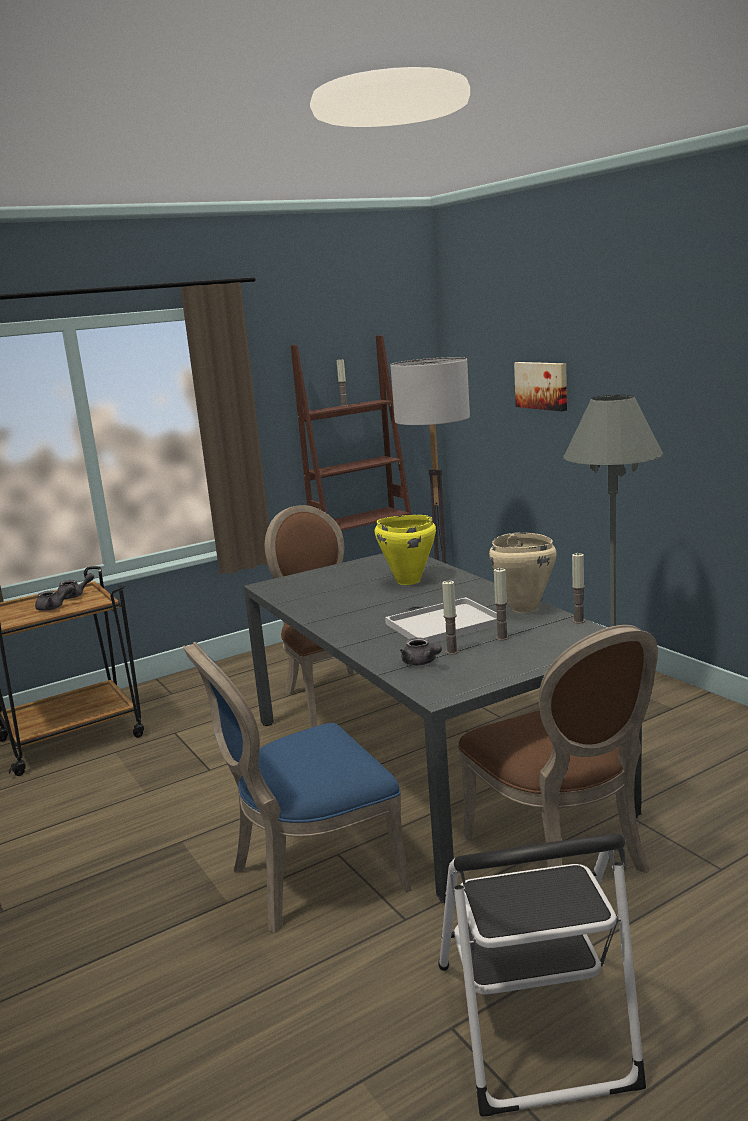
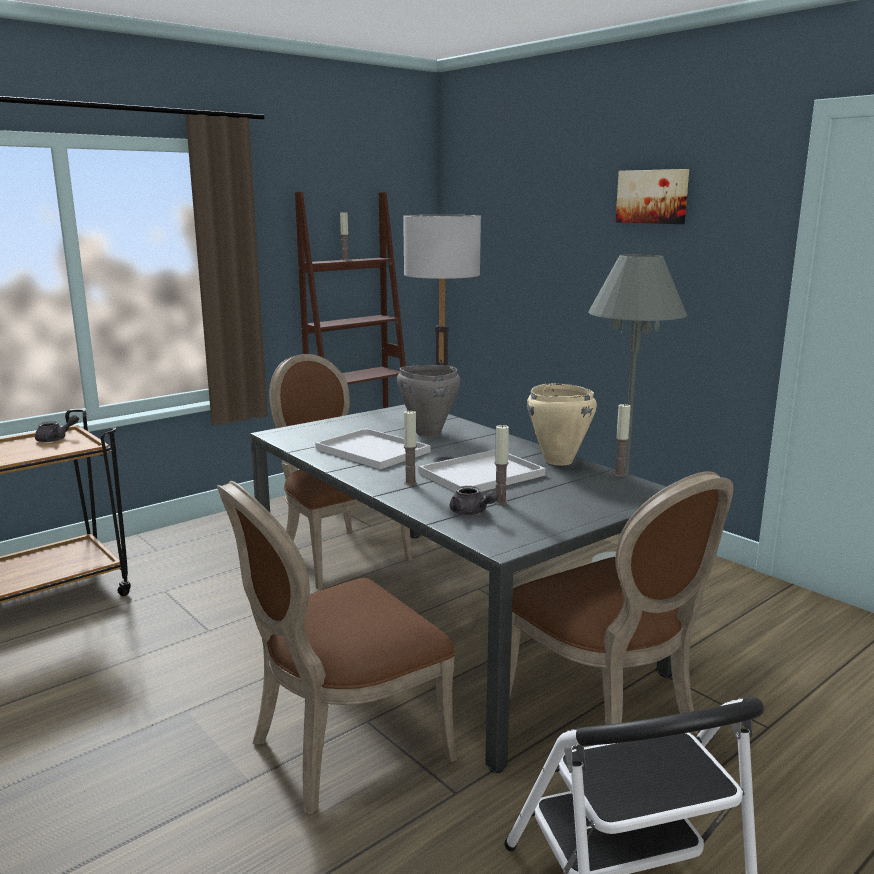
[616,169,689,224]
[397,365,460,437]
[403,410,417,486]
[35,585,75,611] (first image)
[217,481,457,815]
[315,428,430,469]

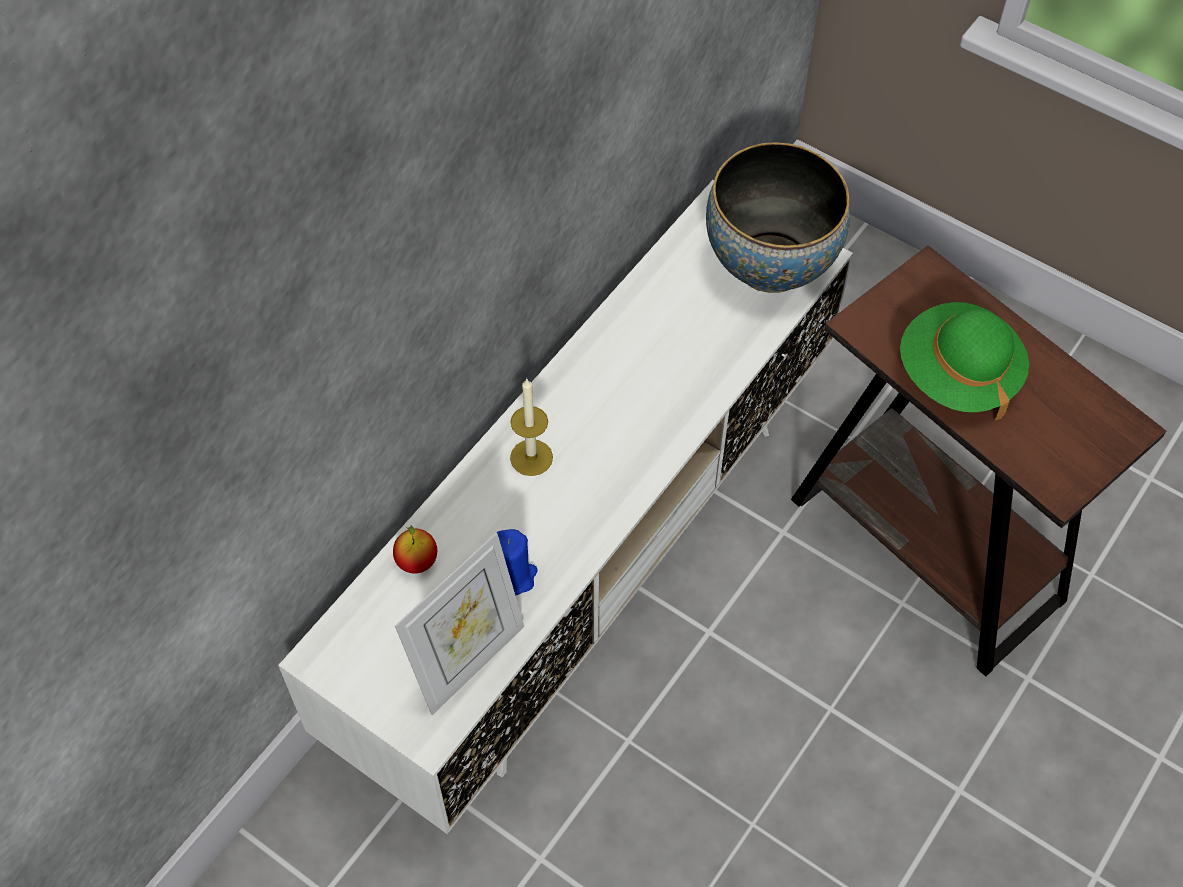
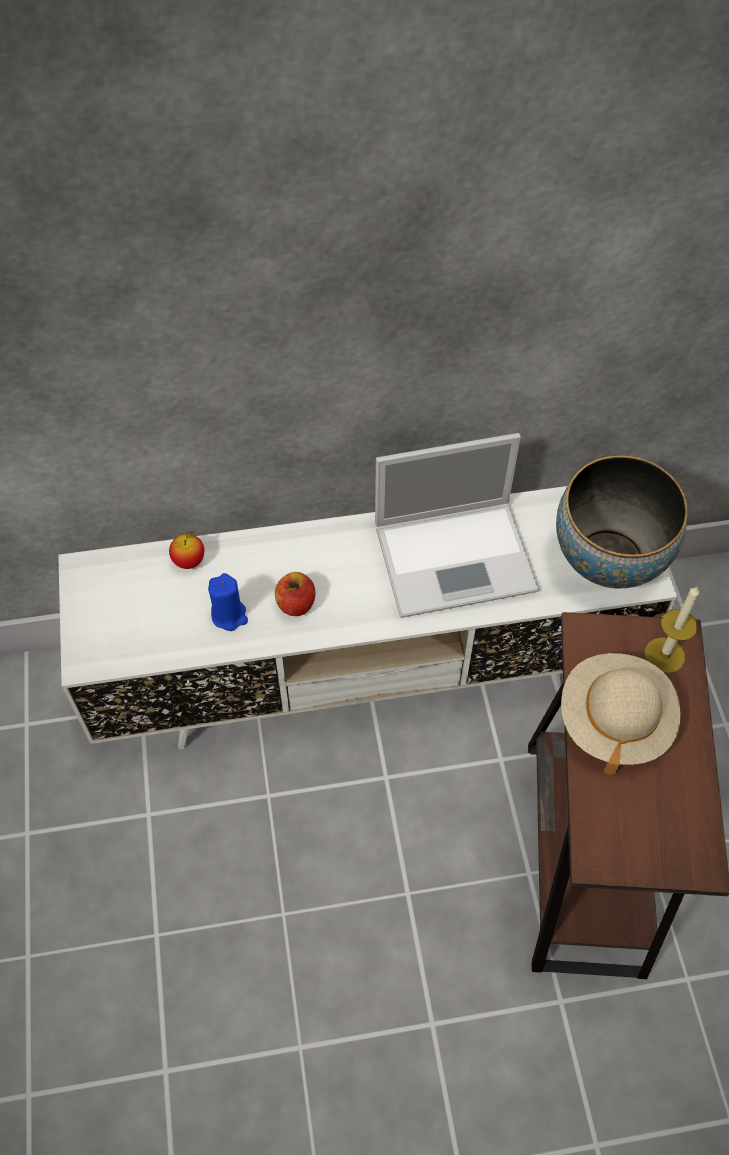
[561,653,681,775]
[645,586,699,674]
[395,533,524,715] (first image)
[375,433,539,618]
[275,572,315,616]

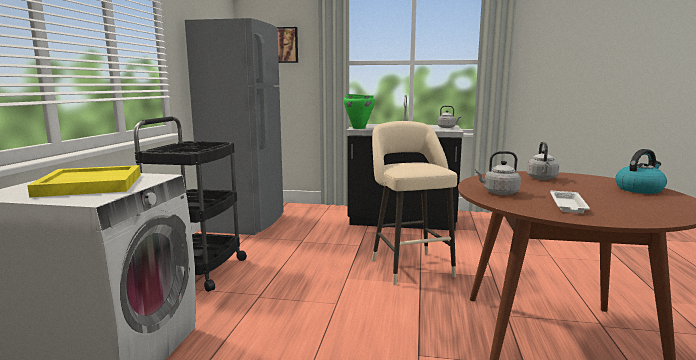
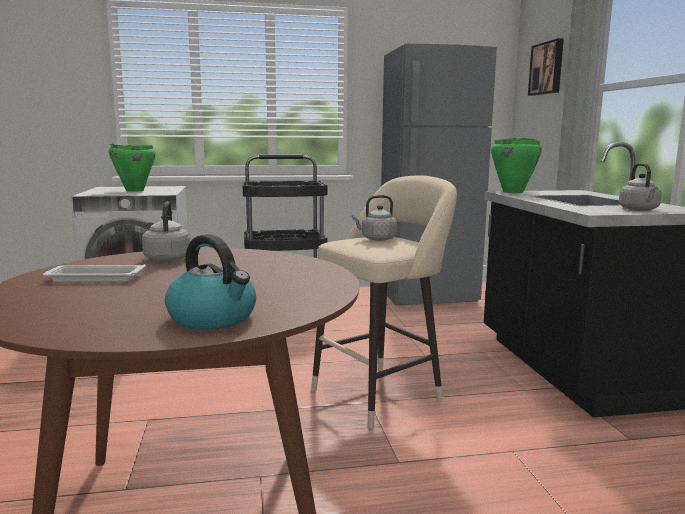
[352,195,398,241]
[109,144,156,192]

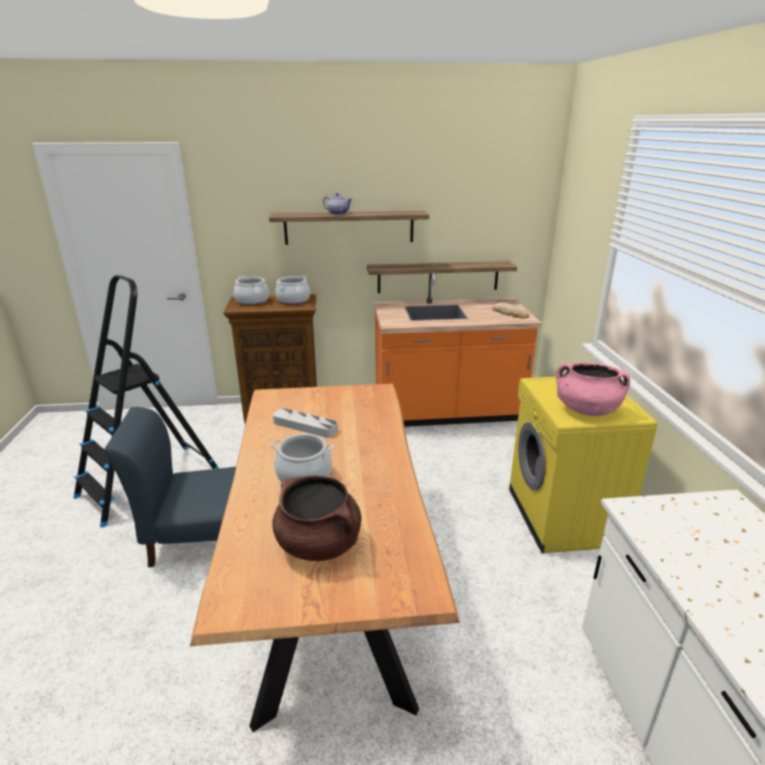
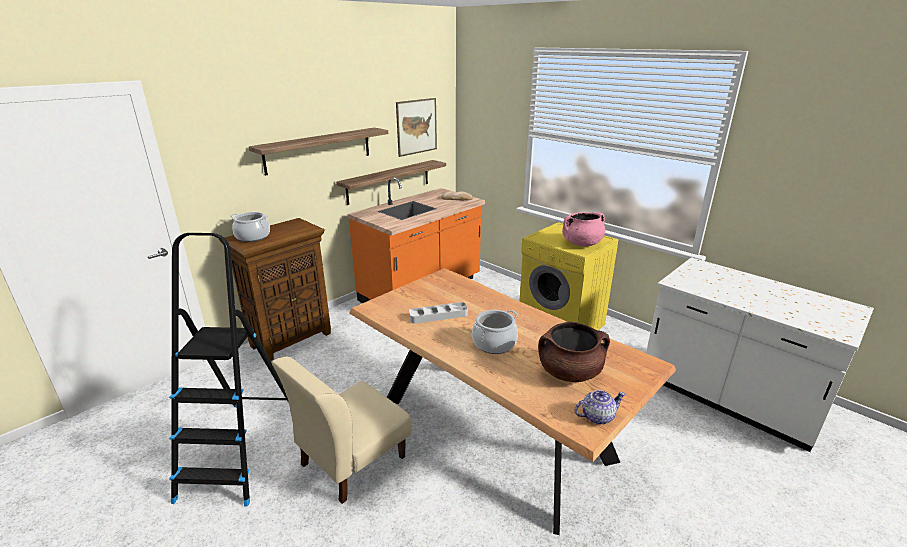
[575,390,625,425]
[275,275,310,304] (first image)
[272,357,412,504]
[396,98,437,157]

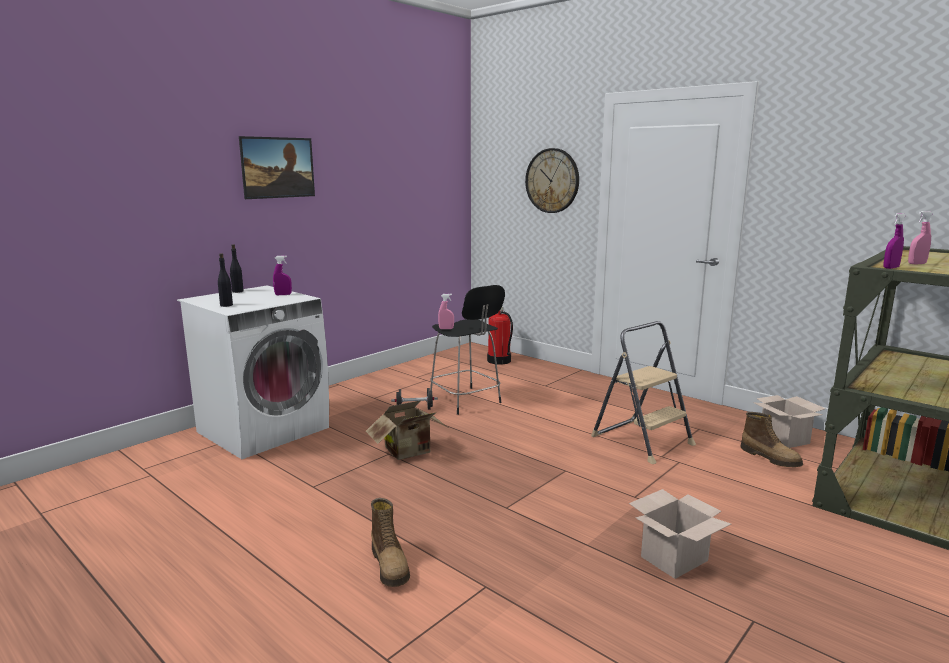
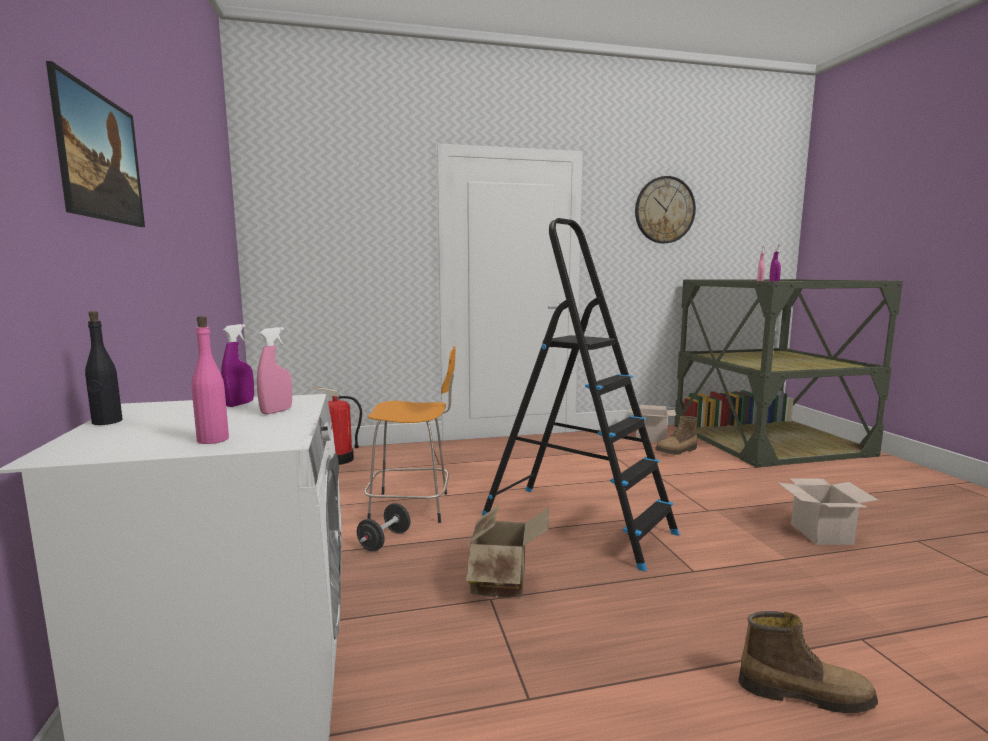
[635,176,696,243]
[191,316,229,444]
[365,346,456,523]
[257,327,292,415]
[591,321,696,464] (first image)
[655,416,697,455]
[482,218,680,571]

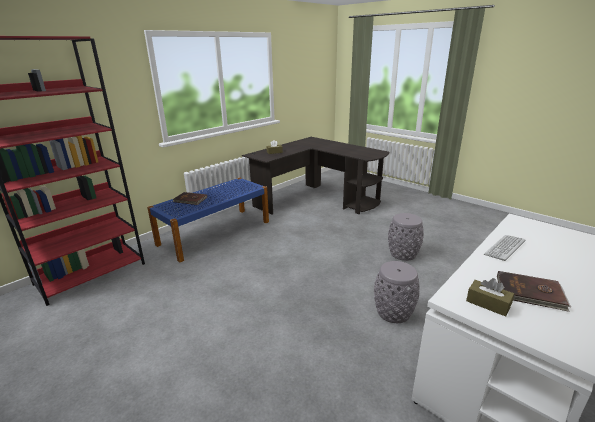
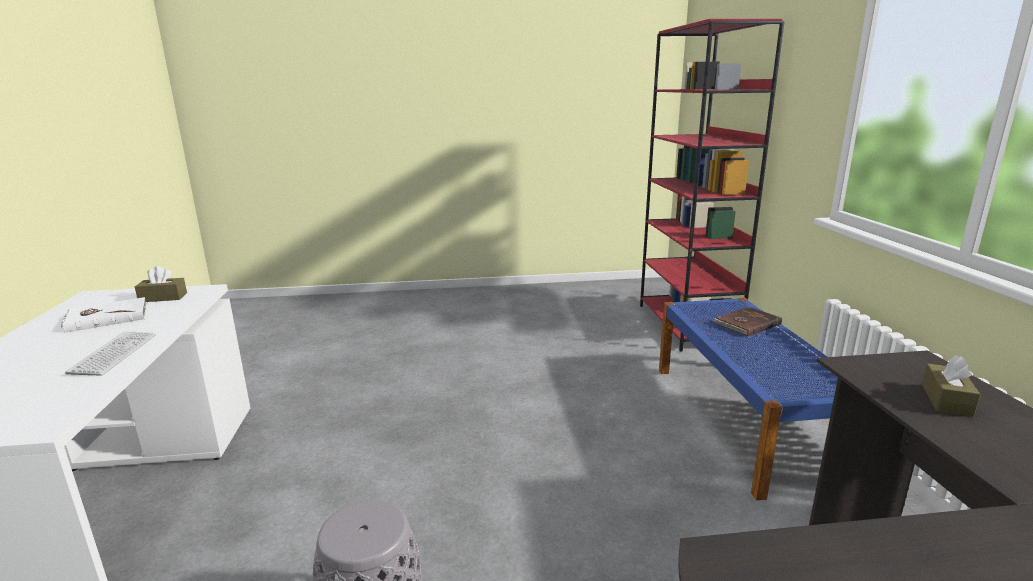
[374,261,419,323] (first image)
[61,297,147,332]

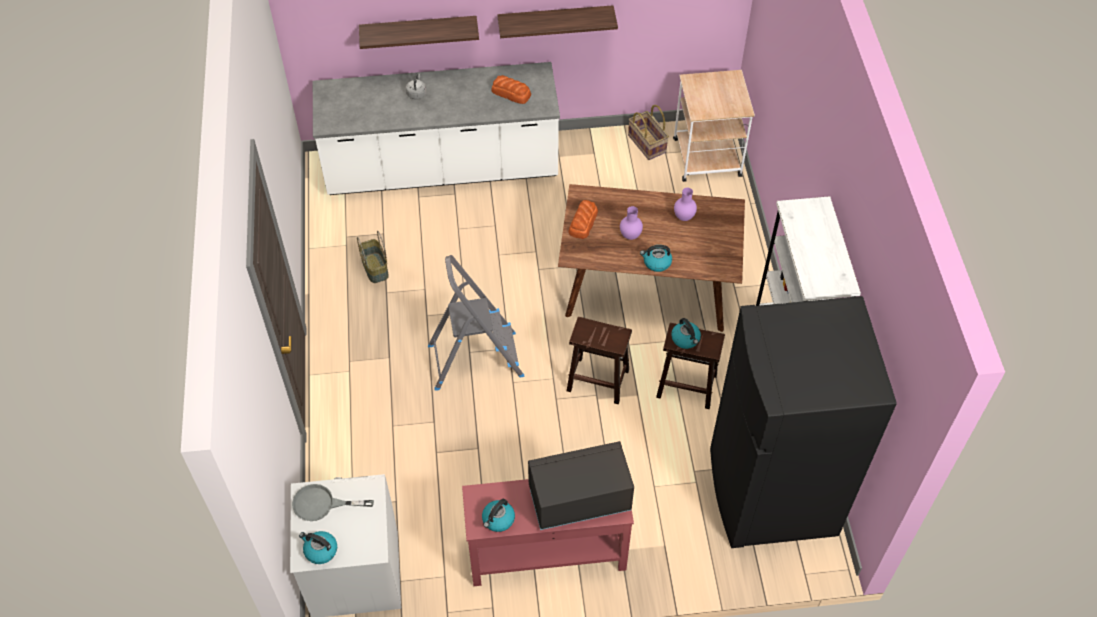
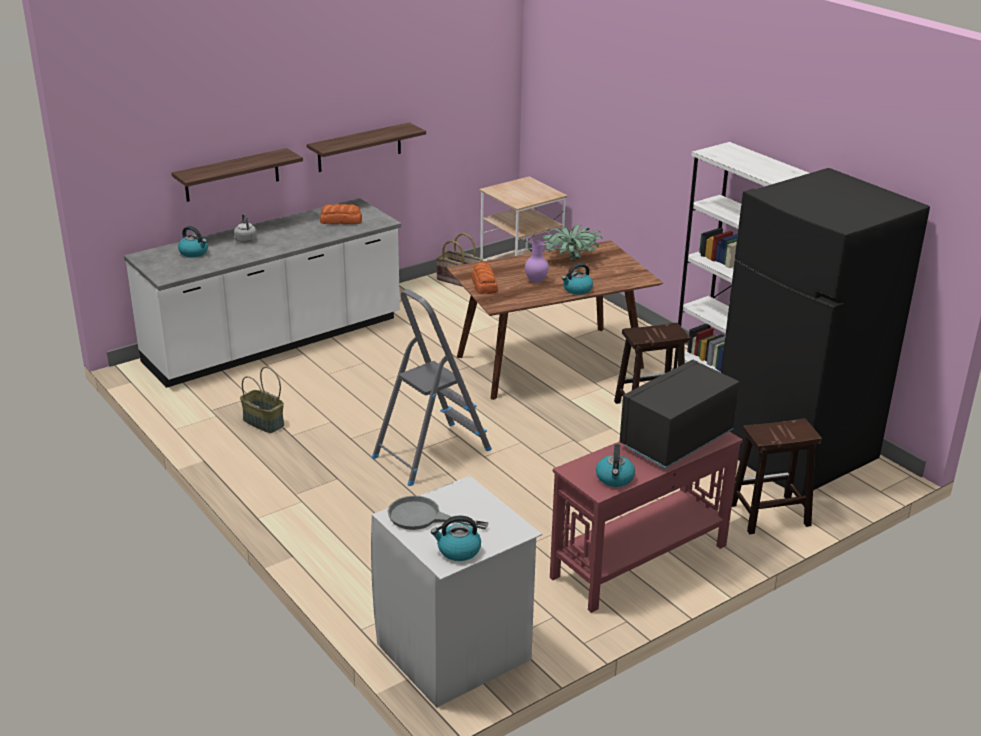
[543,225,603,261]
[732,418,822,534]
[178,226,208,257]
[388,496,489,530]

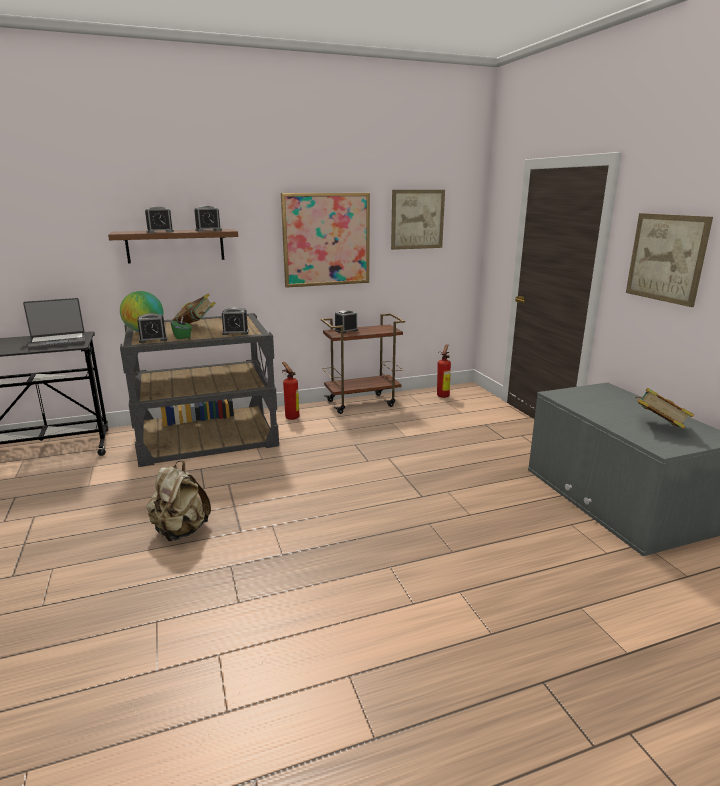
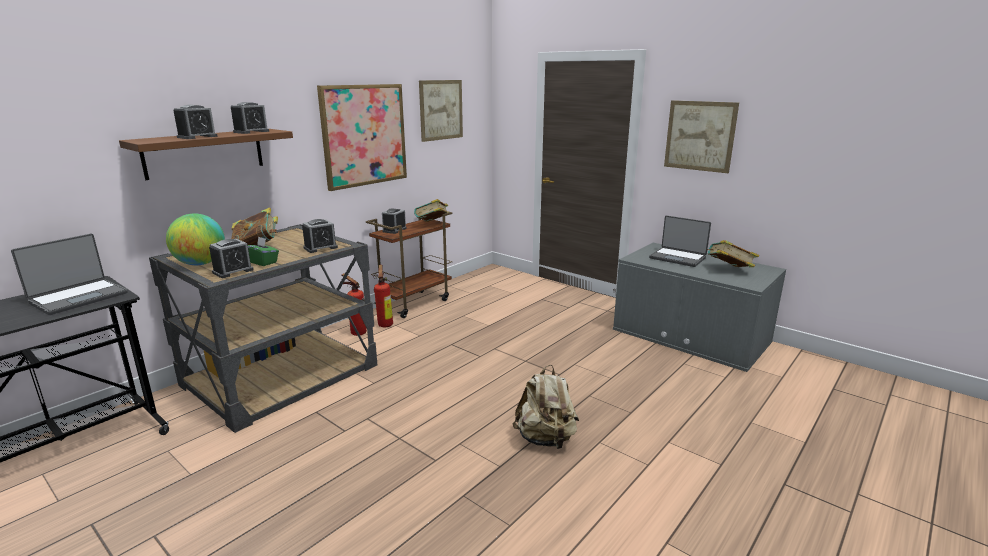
[373,265,393,327]
[513,365,579,450]
[414,199,449,222]
[649,215,711,267]

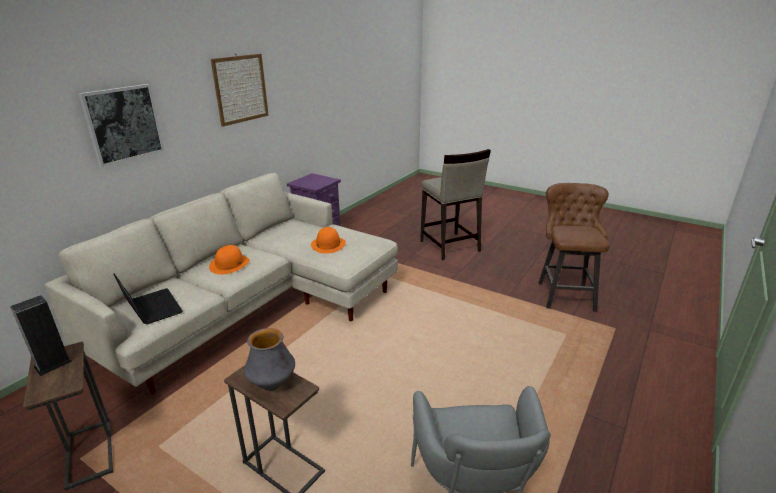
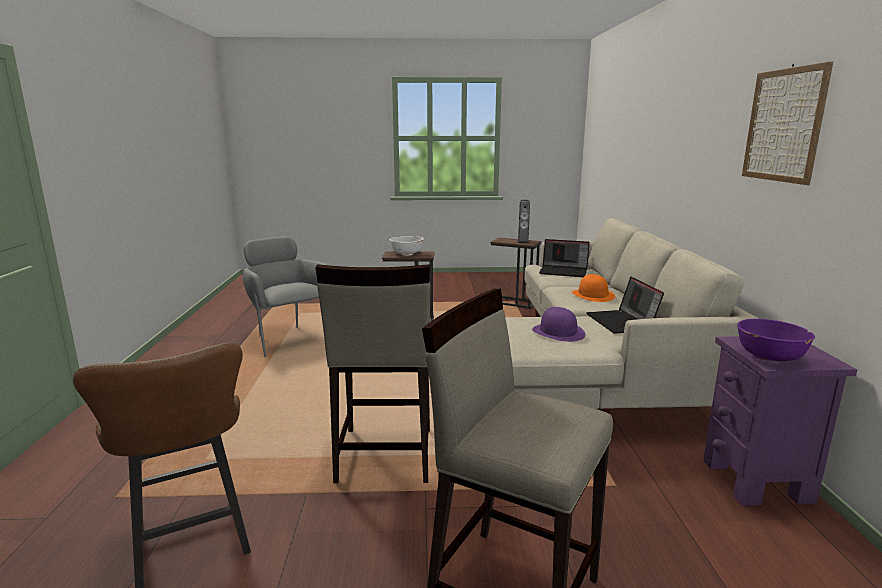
[78,84,165,167] (first image)
[532,307,585,342]
[390,236,424,256]
[315,264,432,483]
[586,277,664,333]
[737,319,815,362]

